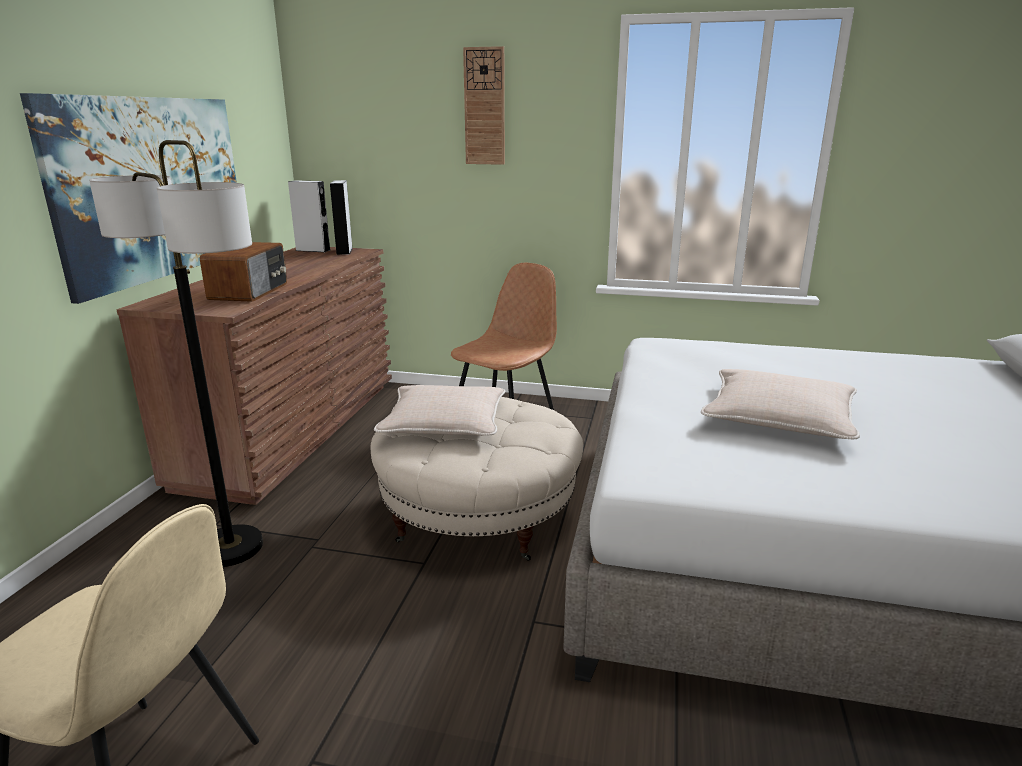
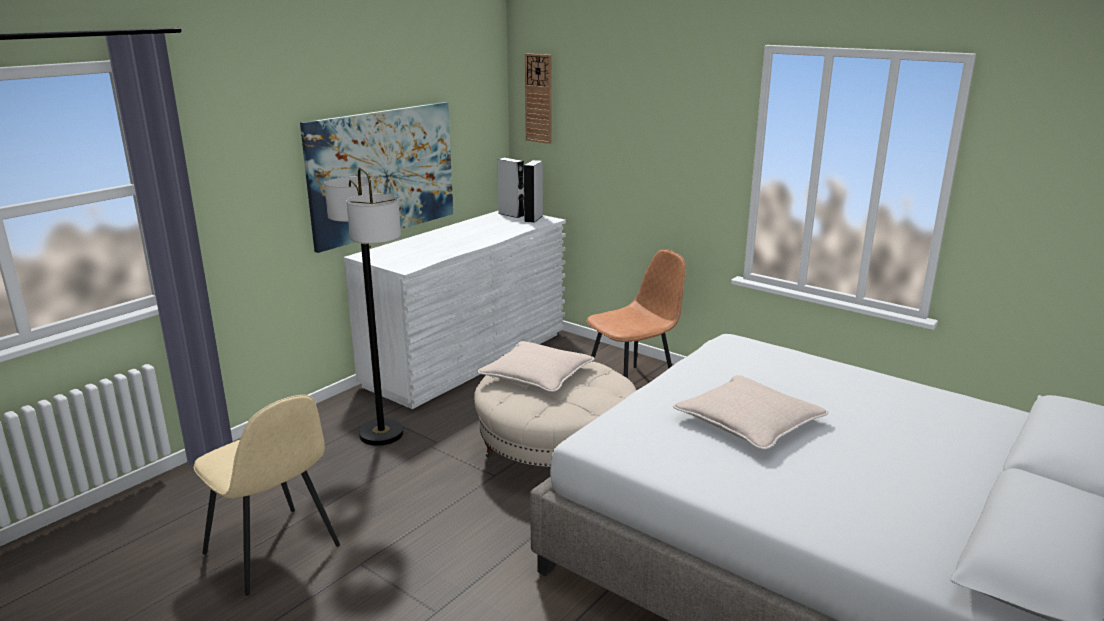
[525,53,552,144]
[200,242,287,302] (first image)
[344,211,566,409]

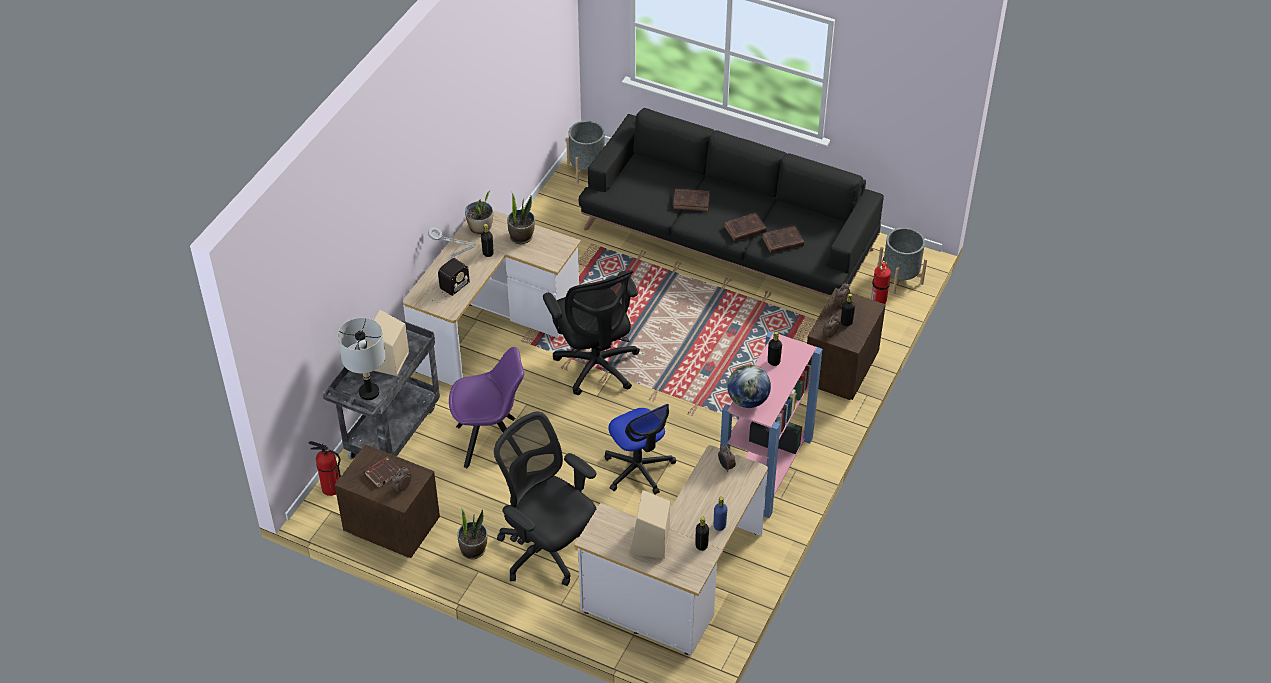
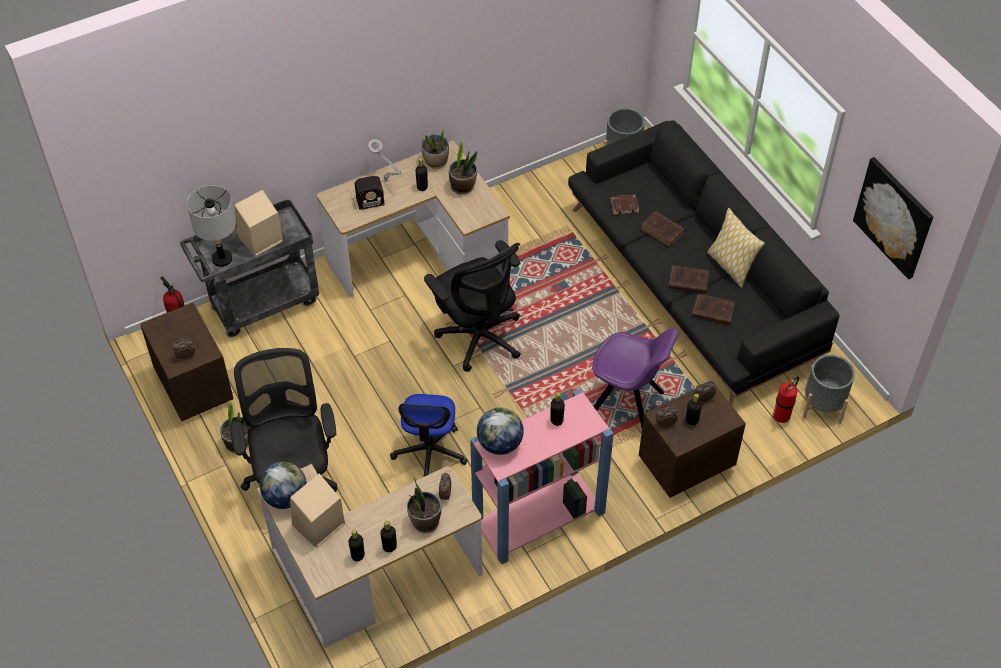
[424,240,521,372]
[592,328,679,427]
[611,195,639,215]
[380,521,397,552]
[853,157,933,280]
[707,208,765,288]
[260,462,307,509]
[407,478,442,533]

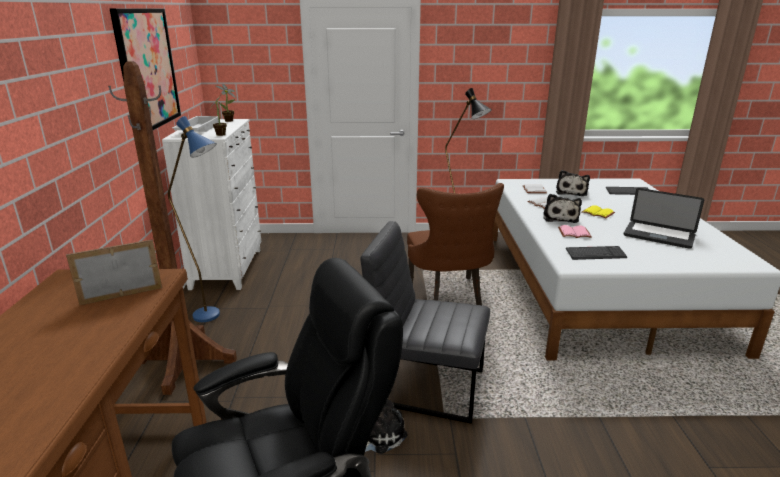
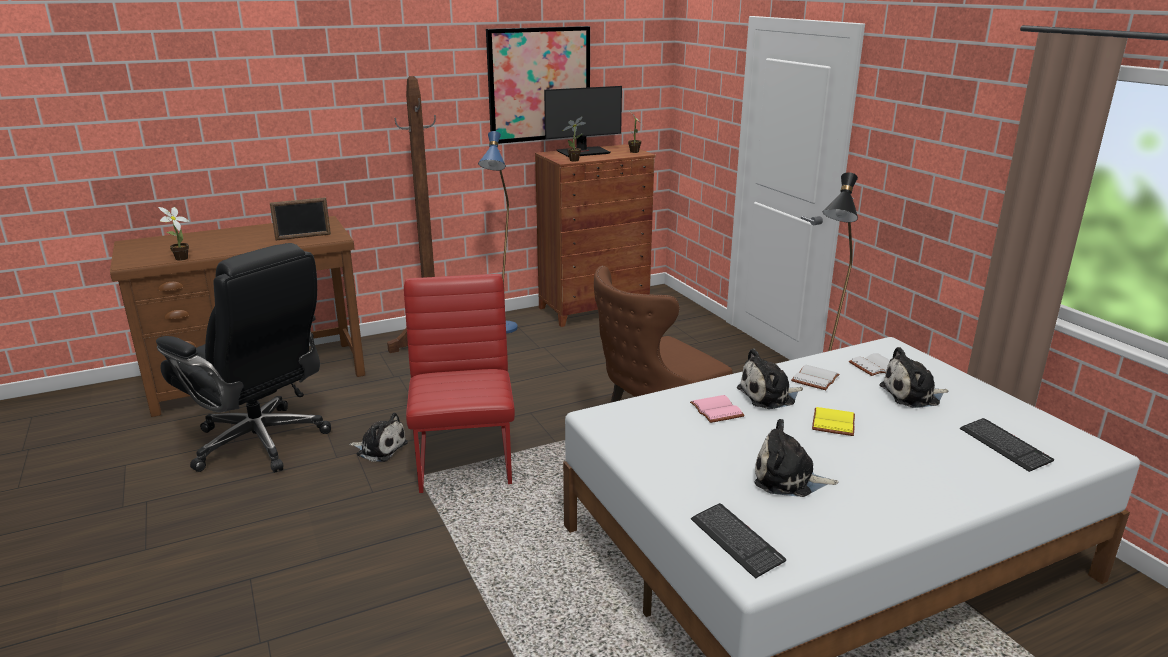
[544,86,622,157]
[535,144,656,327]
[754,419,839,497]
[404,274,515,493]
[270,197,331,240]
[691,503,786,579]
[158,207,189,261]

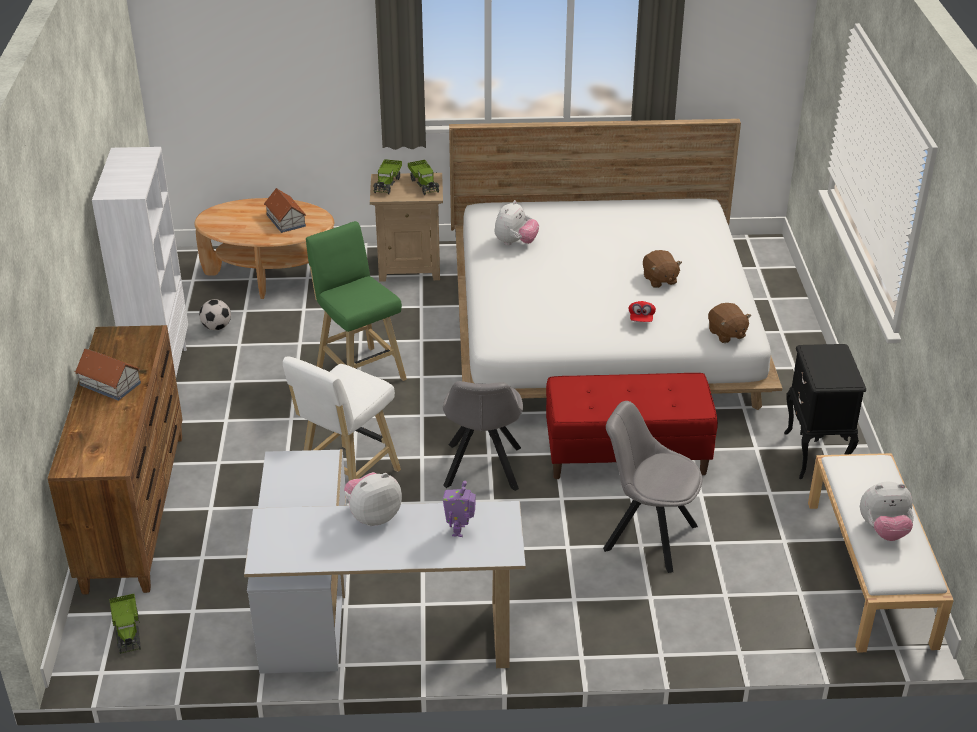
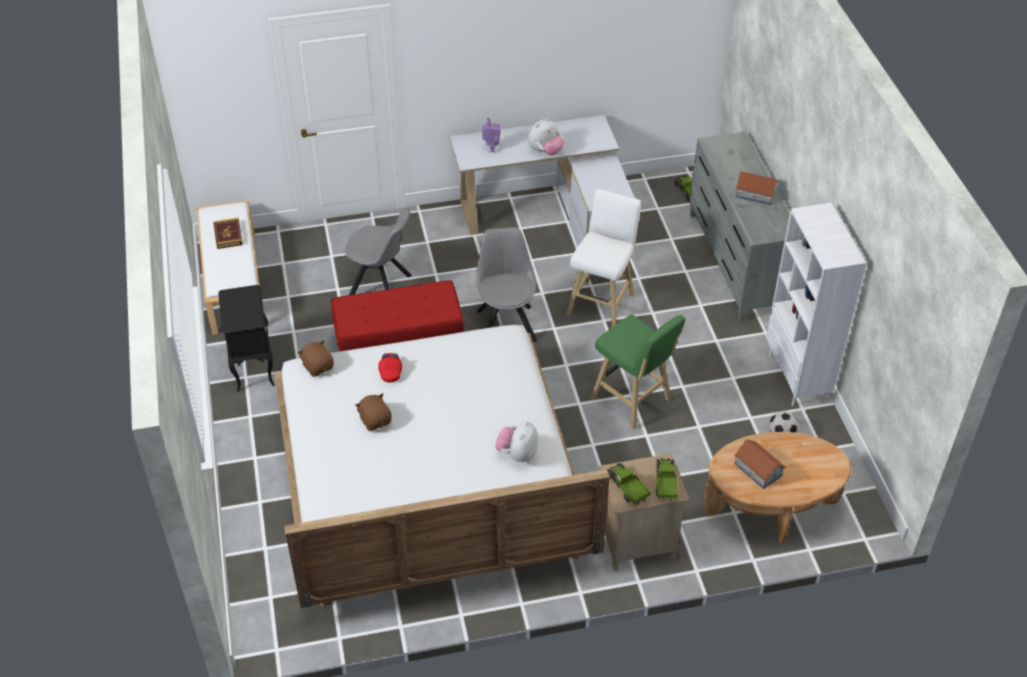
[690,132,790,322]
[213,218,243,249]

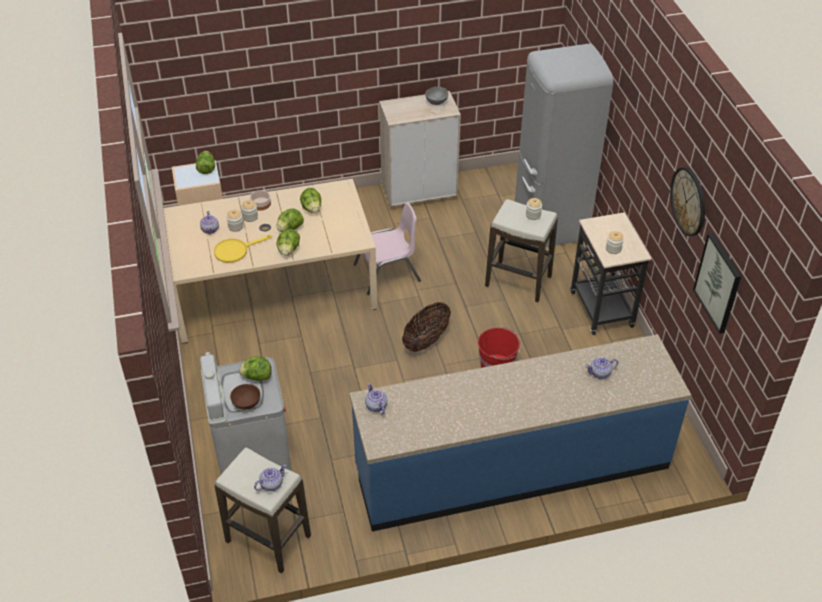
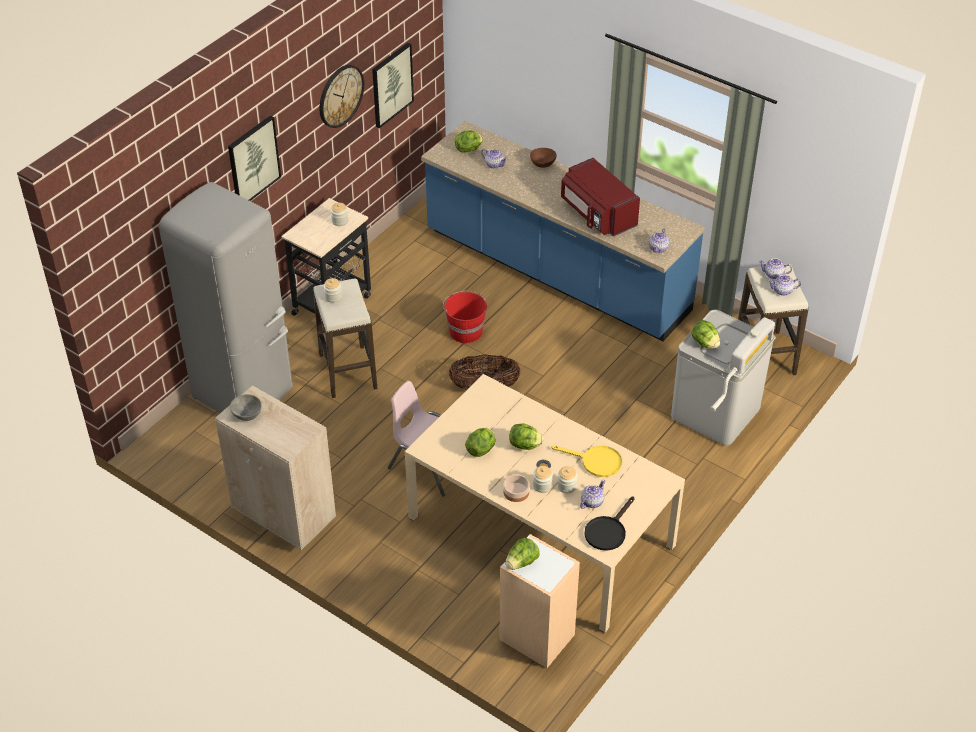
[455,130,483,153]
[530,148,557,168]
[228,116,281,201]
[561,158,640,237]
[768,275,801,296]
[584,496,635,551]

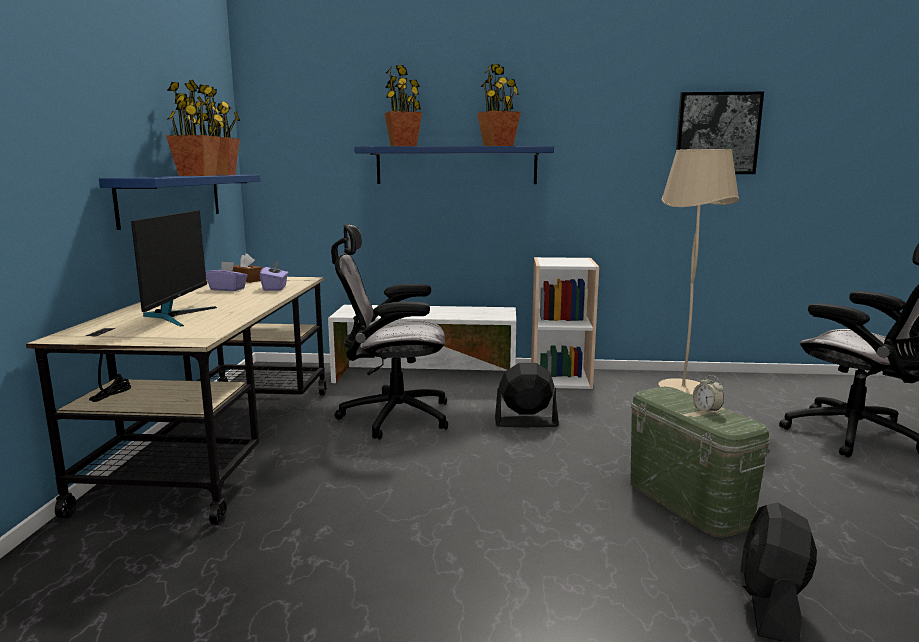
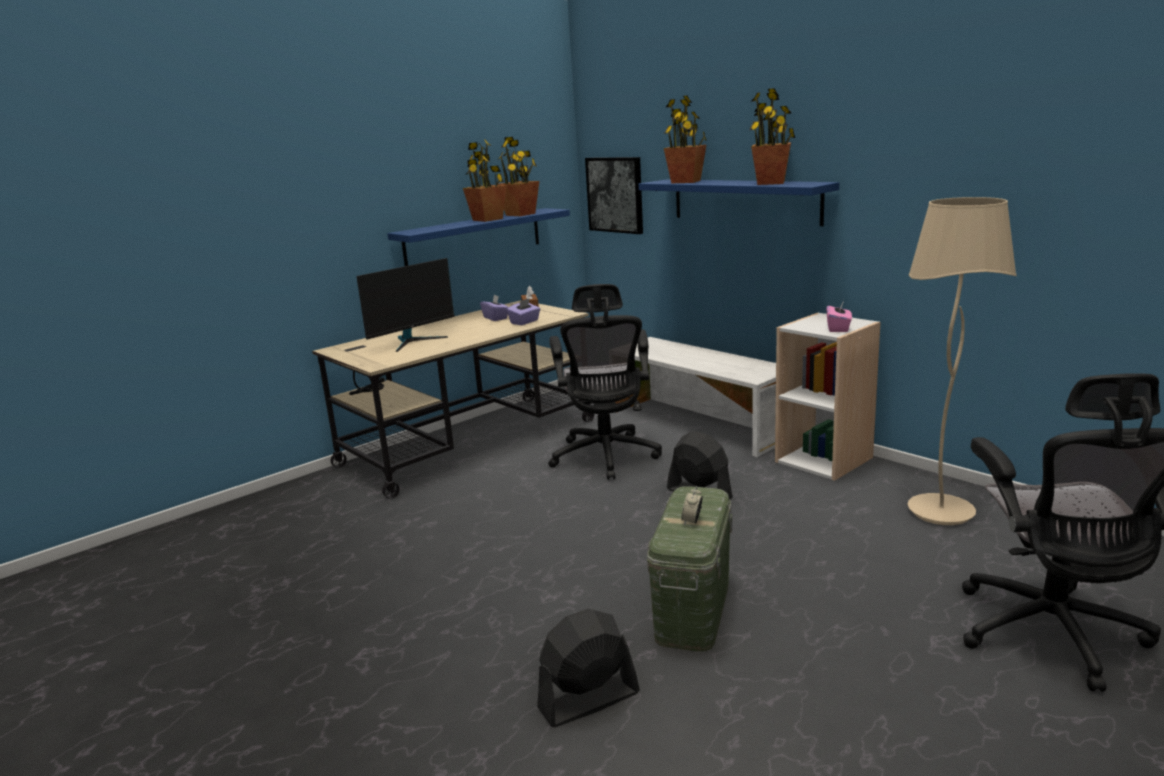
[585,157,643,234]
[548,284,662,480]
[827,302,852,332]

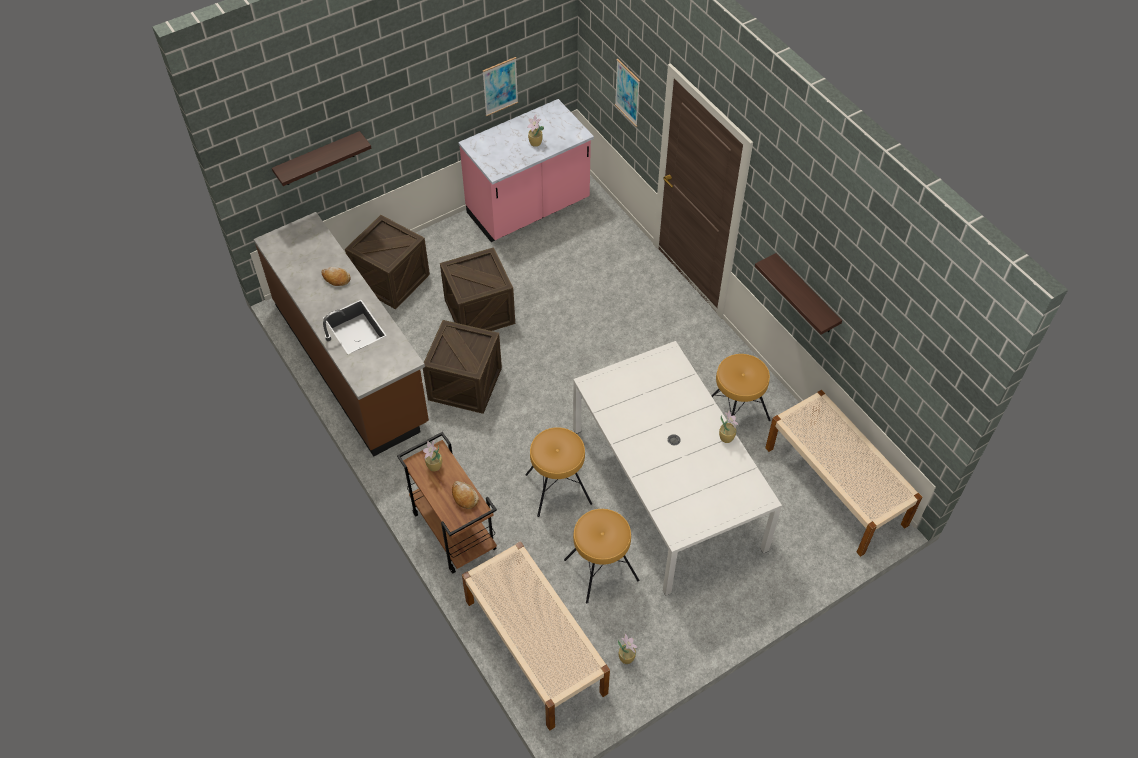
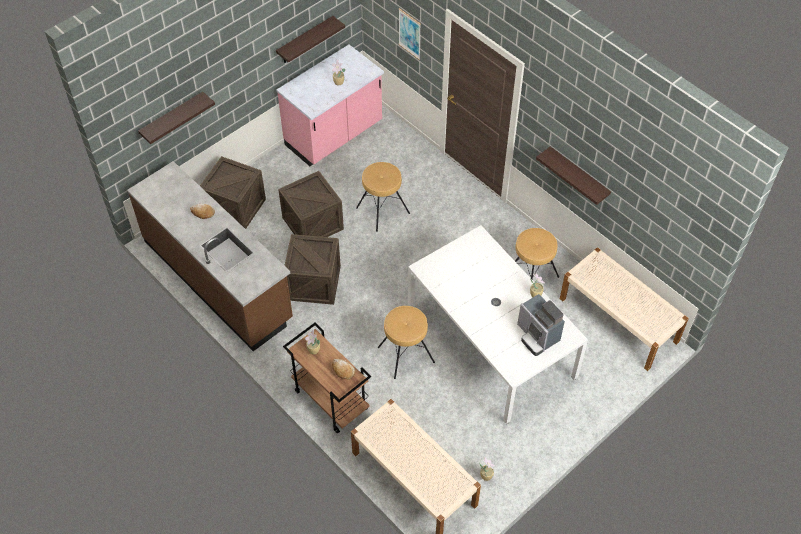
[276,16,345,63]
[356,162,410,232]
[517,294,565,356]

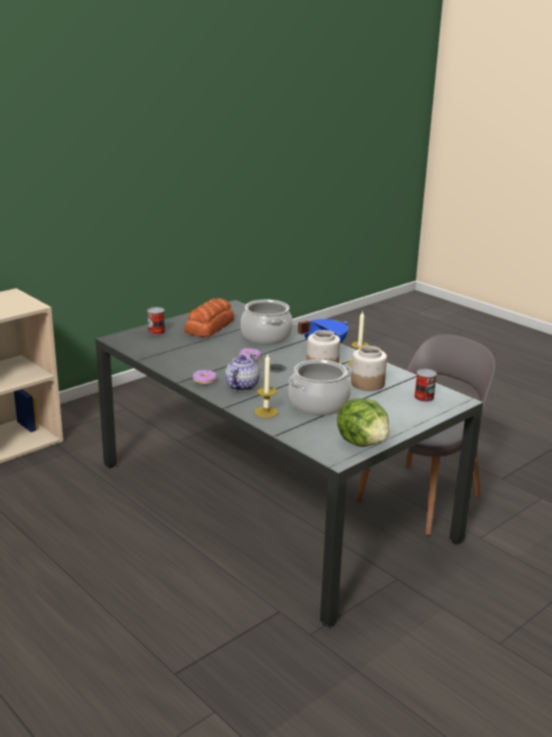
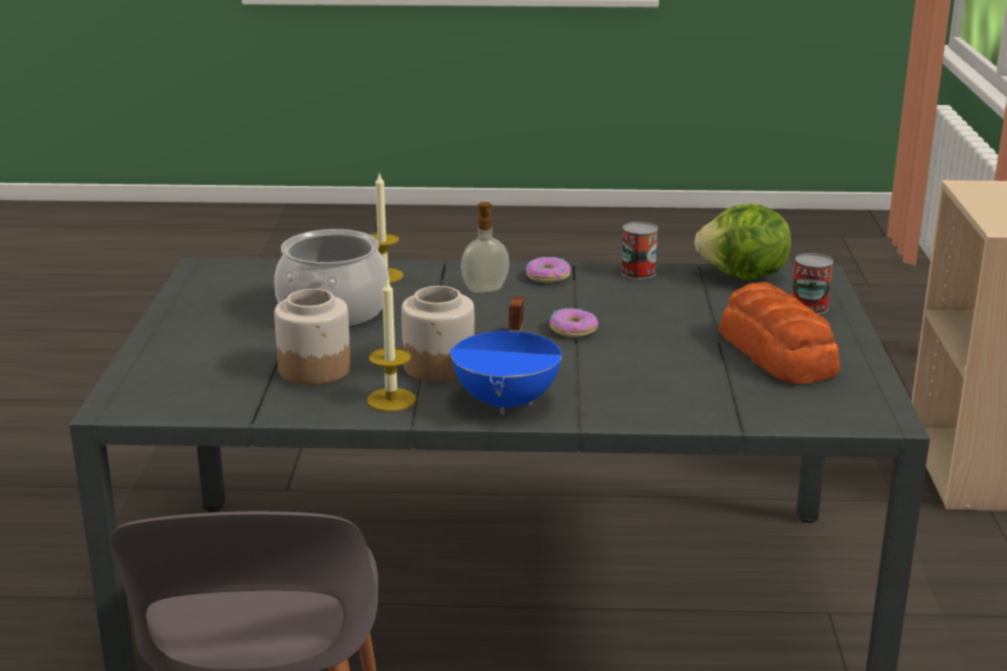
[241,300,293,345] (first image)
[461,202,509,293]
[621,222,658,279]
[694,204,791,280]

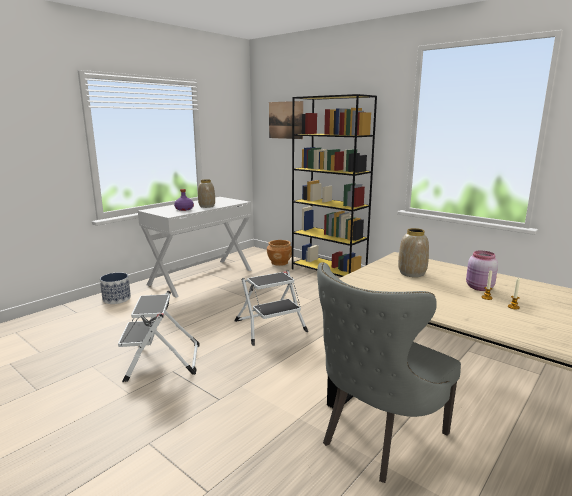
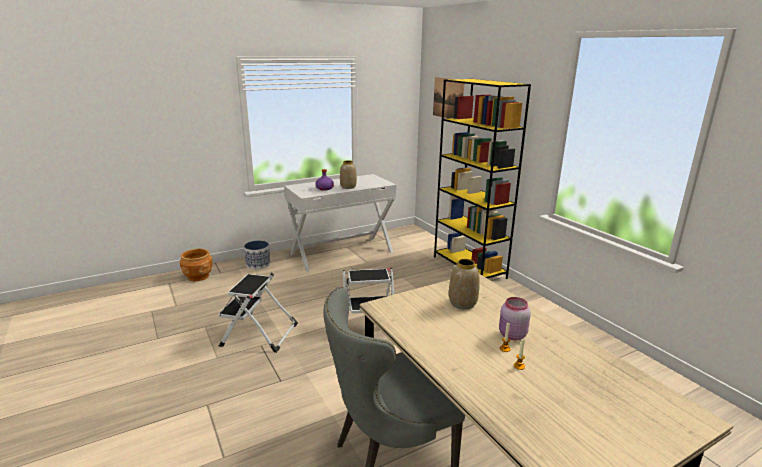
[180,249,212,281]

